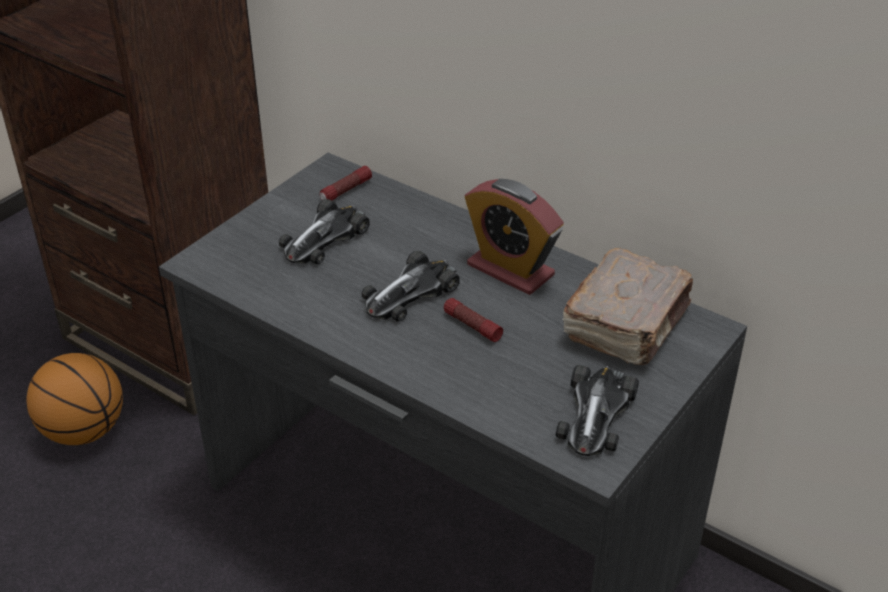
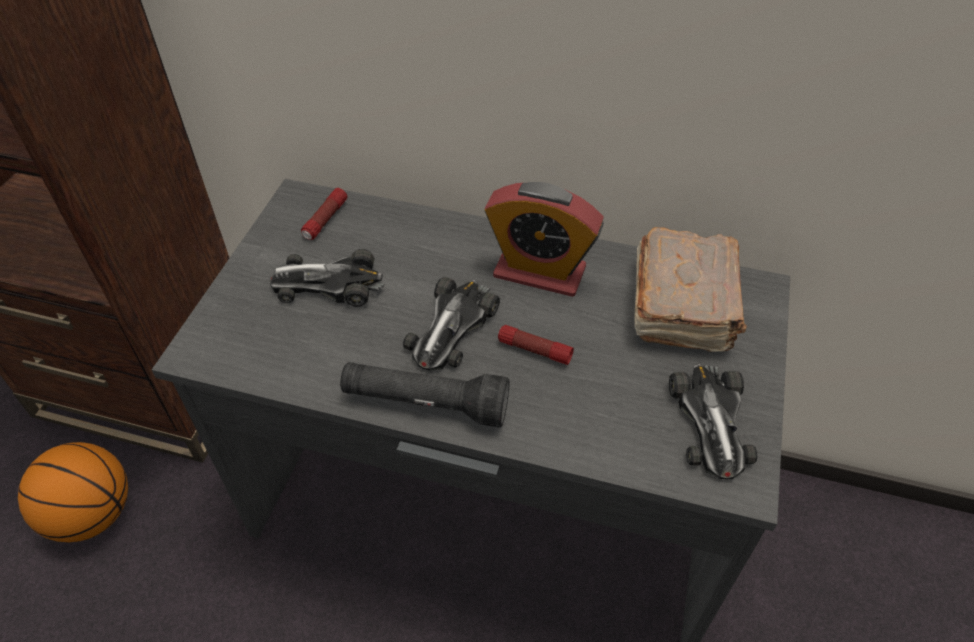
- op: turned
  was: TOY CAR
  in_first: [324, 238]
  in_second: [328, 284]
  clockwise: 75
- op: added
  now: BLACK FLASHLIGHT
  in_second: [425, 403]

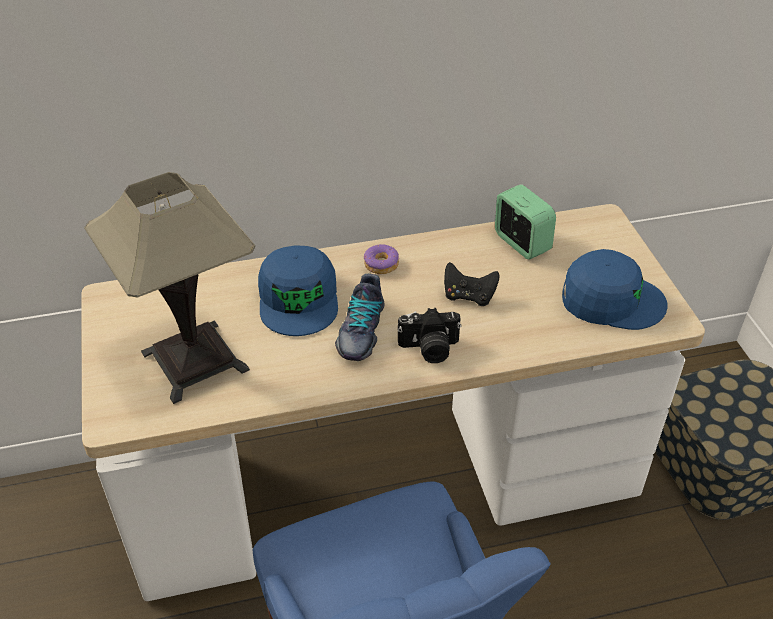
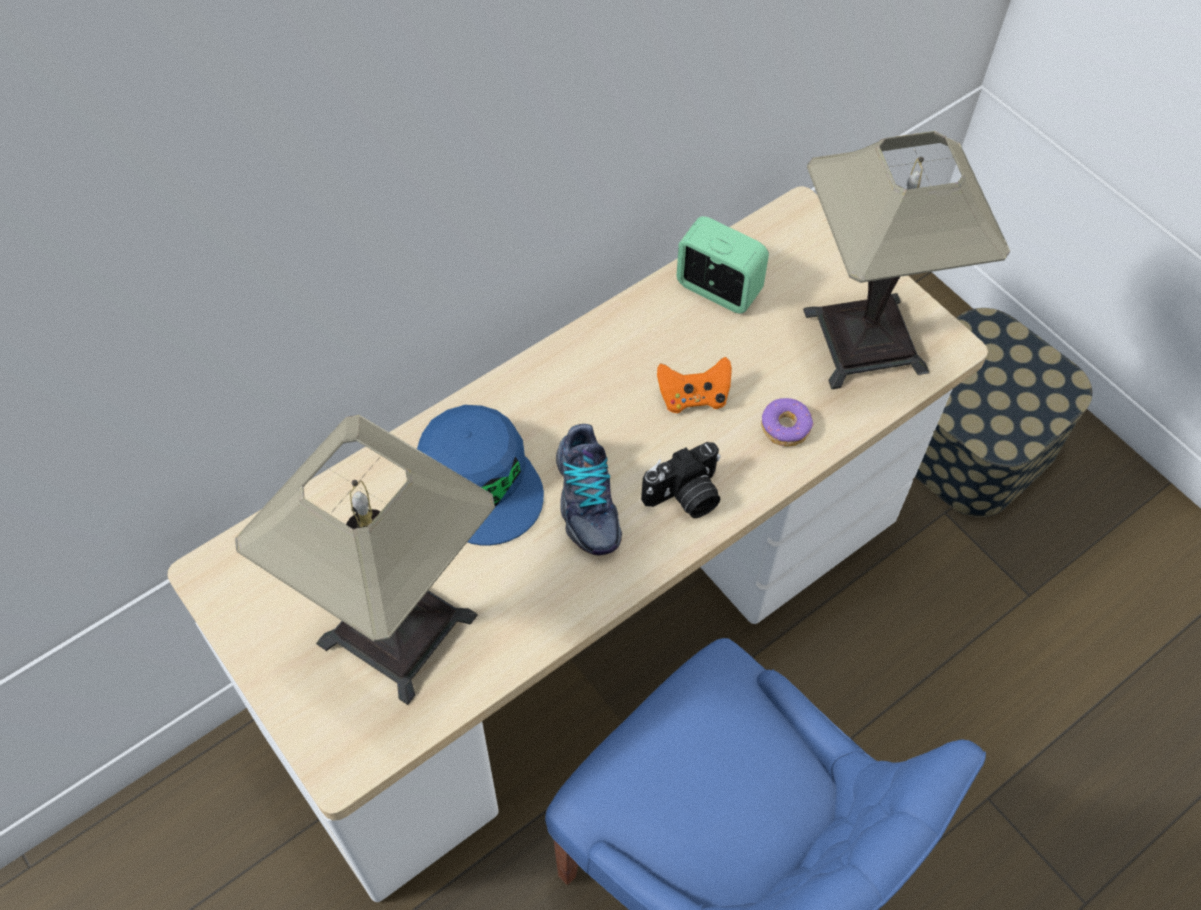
- op: moved
  was: DONUT
  in_first: [381, 264]
  in_second: [785, 427]
- op: replaced
  was: BLUE CAP
  now: TABLE LAMP
  in_first: [611, 299]
  in_second: [864, 340]
- op: recoloured
  was: BLACK GAME CONTROLLER
  now: ORANGE GAME CONTROLLER
  in_first: [468, 296]
  in_second: [693, 397]

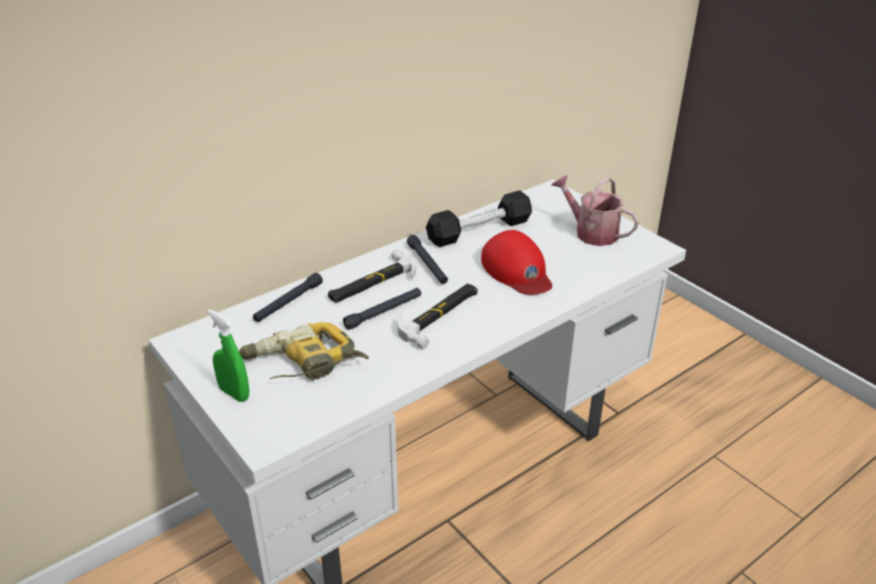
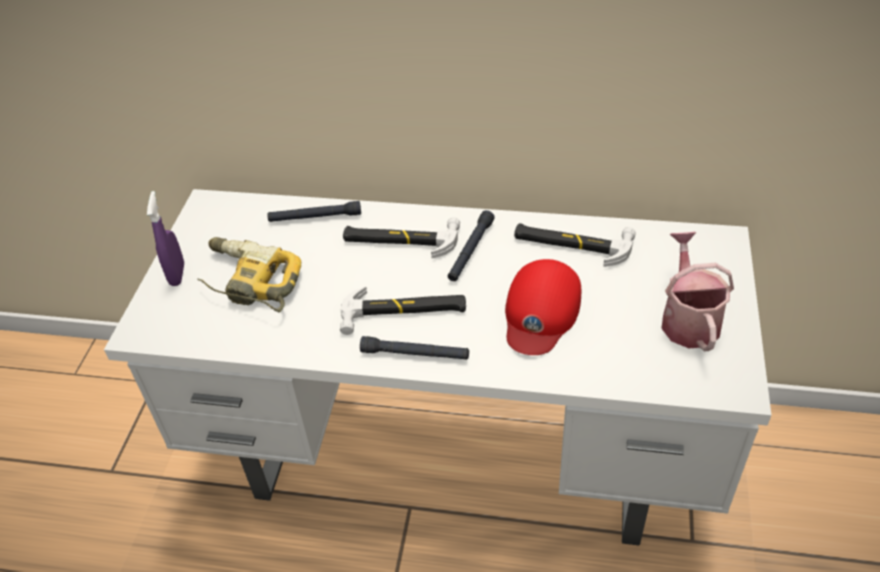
- op: replaced
  was: BLACK DUMBBELL
  now: HAMMER
  in_first: [479, 230]
  in_second: [572, 243]
- op: moved
  was: BLACK FLASHLIGHT
  in_first: [384, 312]
  in_second: [415, 354]
- op: recoloured
  was: GREEN SPRAY BOTTLE
  now: PURPLE SPRAY BOTTLE
  in_first: [234, 393]
  in_second: [177, 274]

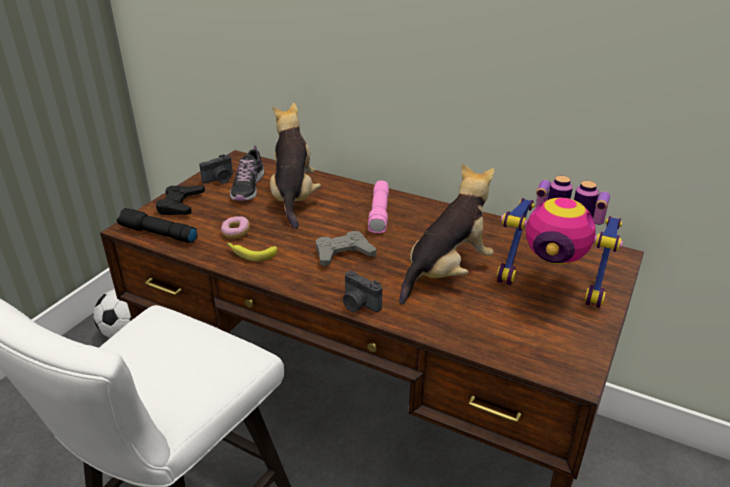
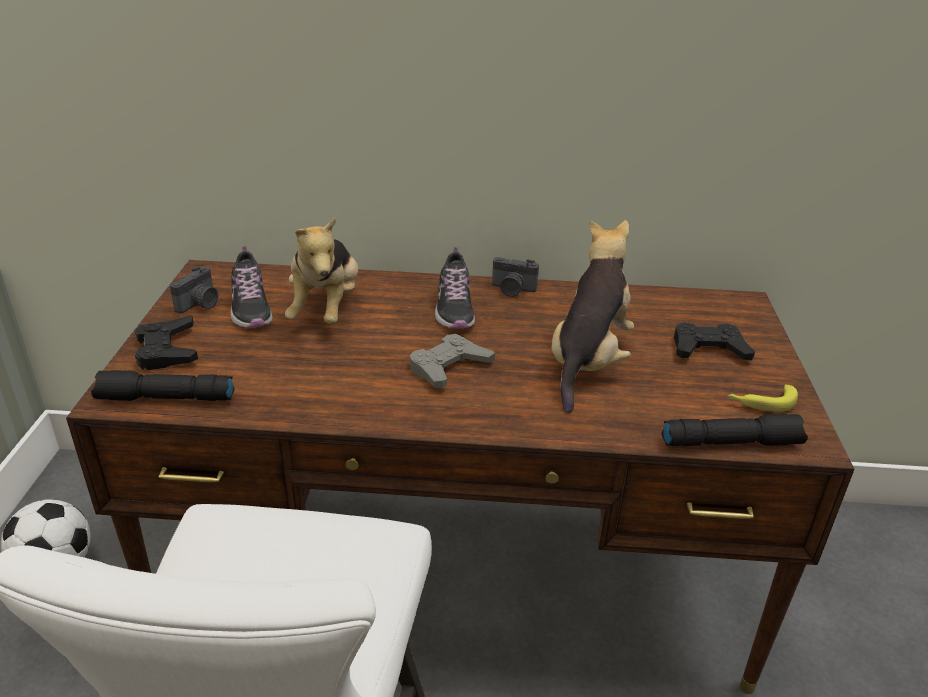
- op: turned
  was: PLUSH TOY
  in_first: [294, 198]
  in_second: [326, 309]
  clockwise: -150
- op: replaced
  was: TOY ROBOT
  now: BLACK GAME CONTROLLER
  in_first: [551, 285]
  in_second: [708, 349]
- op: replaced
  was: PINK FLASHLIGHT
  now: SHOE
  in_first: [380, 214]
  in_second: [454, 308]
- op: removed
  was: DONUT
  in_first: [236, 233]
- op: moved
  was: BANANA
  in_first: [250, 253]
  in_second: [761, 402]
- op: moved
  was: PHOTO CAMERA
  in_first: [359, 304]
  in_second: [512, 290]
- op: added
  now: BLACK FLASHLIGHT
  in_second: [731, 442]

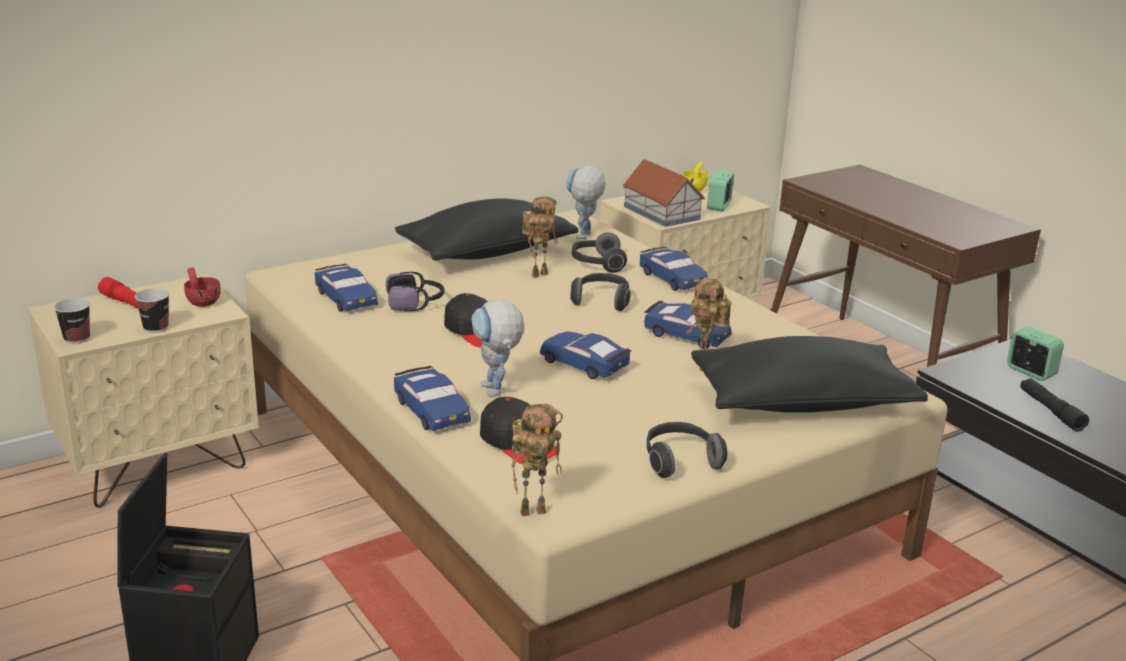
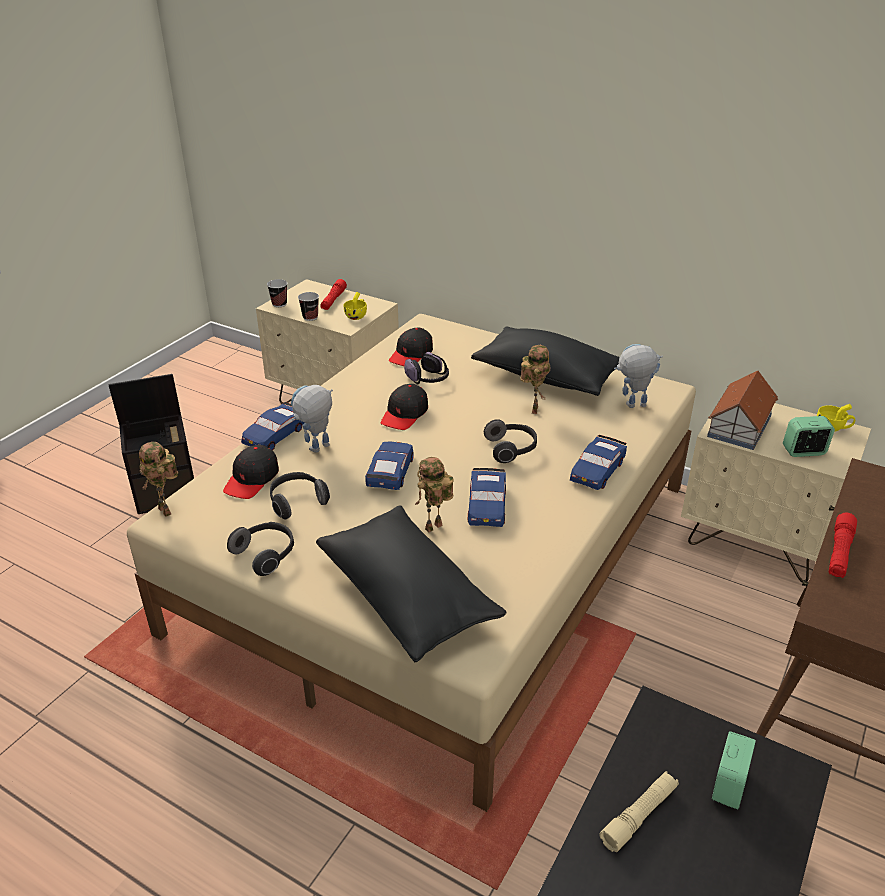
- op: turned
  was: TOY ROBOT
  in_first: [539, 274]
  in_second: [533, 409]
  clockwise: -105
- op: moved
  was: HEADPHONES
  in_first: [597, 264]
  in_second: [297, 502]
- op: replaced
  was: BLUE TOY CAR
  now: BLACK CAP
  in_first: [346, 298]
  in_second: [411, 354]
- op: recoloured
  was: RED CUP
  now: YELLOW CUP
  in_first: [202, 301]
  in_second: [357, 316]
- op: recoloured
  was: BLACK FLASHLIGHT
  now: BEIGE FLASHLIGHT
  in_first: [1050, 411]
  in_second: [639, 816]
- op: added
  now: RED FLASHLIGHT
  in_second: [839, 552]

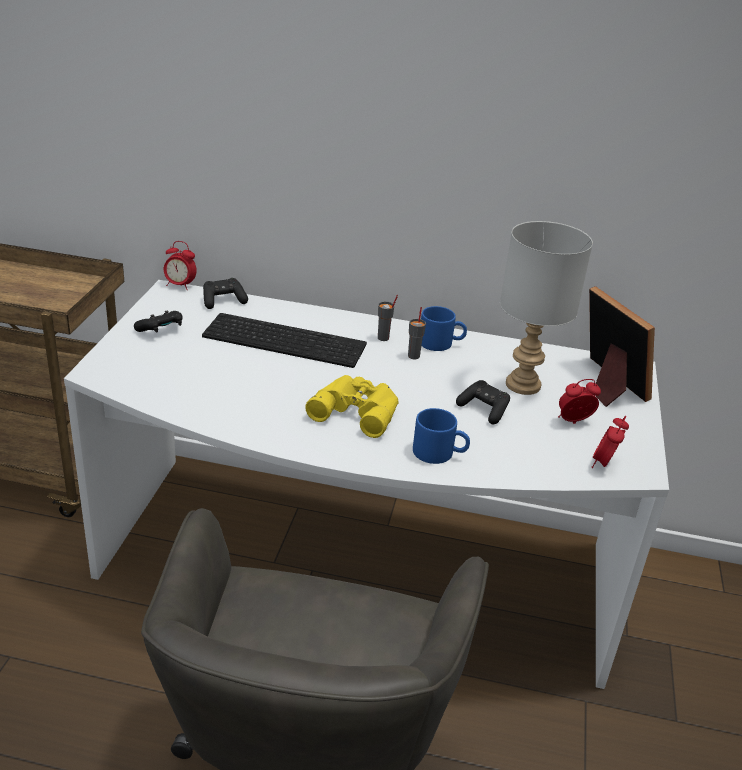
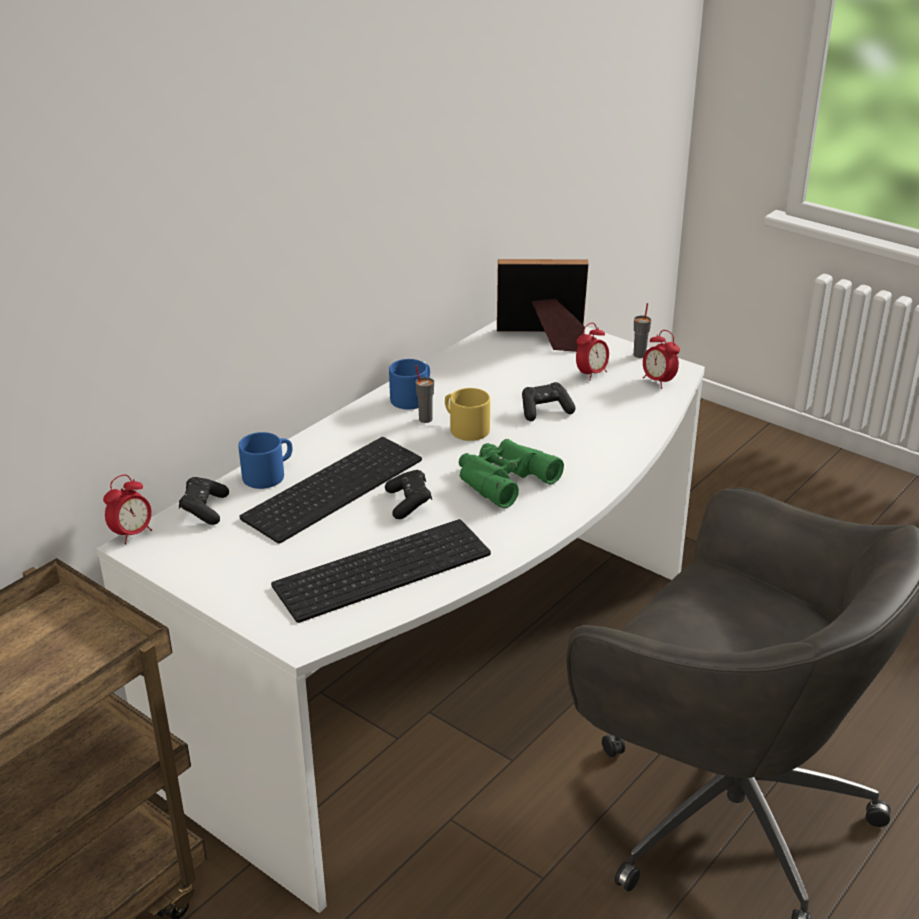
- op: removed
  was: GREY TABLE LAMP
  in_first: [523, 384]
- op: moved
  was: GREY CUP
  in_first: [383, 338]
  in_second: [640, 354]
- op: moved
  was: BLACK GAME CONTROLLER
  in_first: [161, 330]
  in_second: [409, 503]
- op: recoloured
  was: YELLOW BINOCULARS
  now: GREEN BINOCULARS
  in_first: [357, 410]
  in_second: [502, 478]
- op: turned
  was: ALARM CLOCK
  in_first: [573, 422]
  in_second: [591, 374]
  clockwise: -150
- op: moved
  was: BLUE MUG
  in_first: [440, 453]
  in_second: [269, 474]
- op: added
  now: YELLOW MUG
  in_second: [464, 428]
- op: added
  now: KEYBOARD
  in_second: [383, 567]

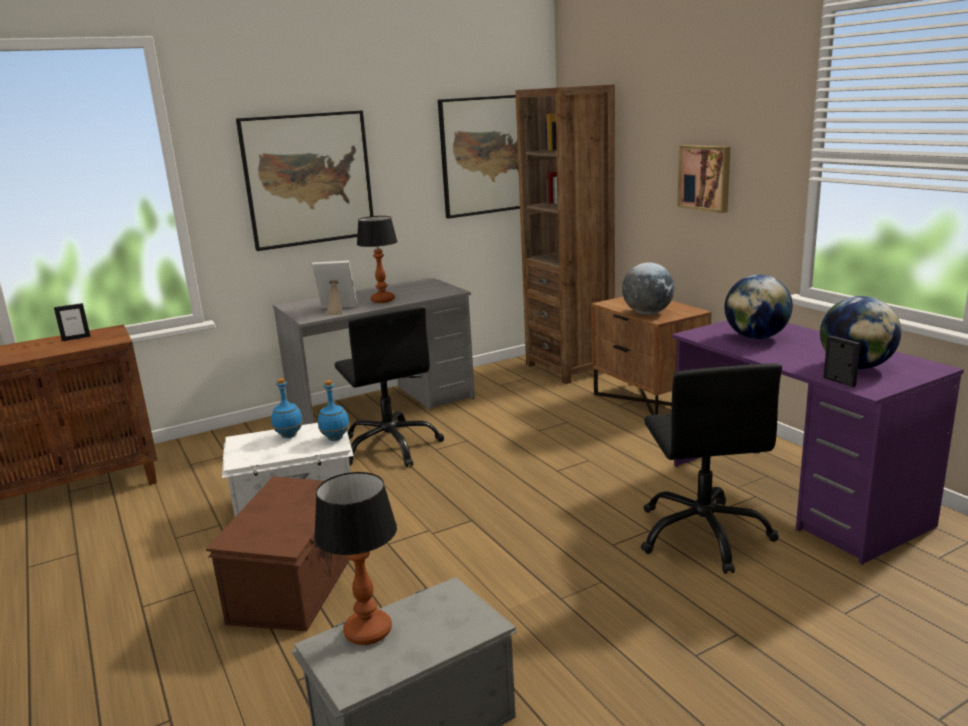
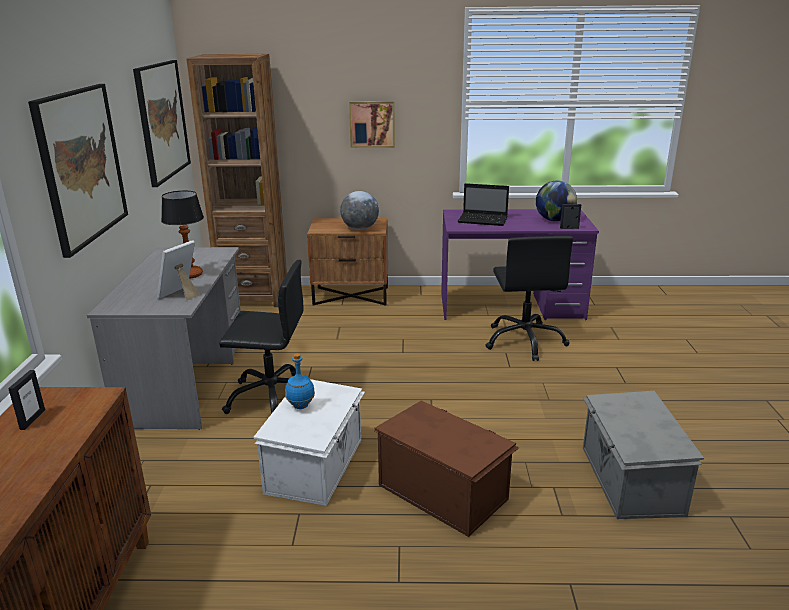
- op: replaced
  was: GLOBE
  now: LAPTOP
  in_first: [756, 337]
  in_second: [484, 220]
- op: turned
  was: BLACK OFFICE CHAIR
  in_first: [703, 534]
  in_second: [525, 341]
  clockwise: 60
- op: removed
  was: BLUE BOTTLE
  in_first: [335, 438]
- op: removed
  was: TABLE LAMP
  in_first: [369, 631]

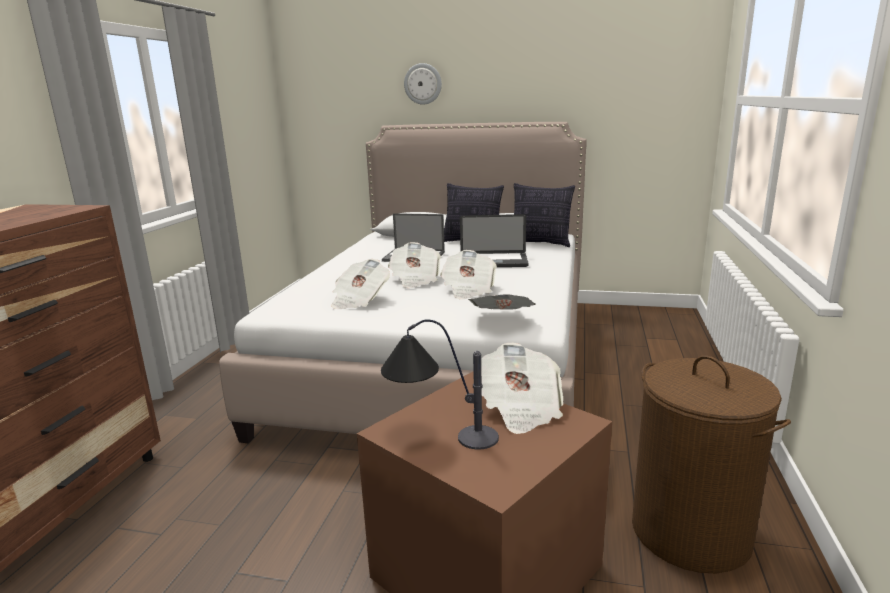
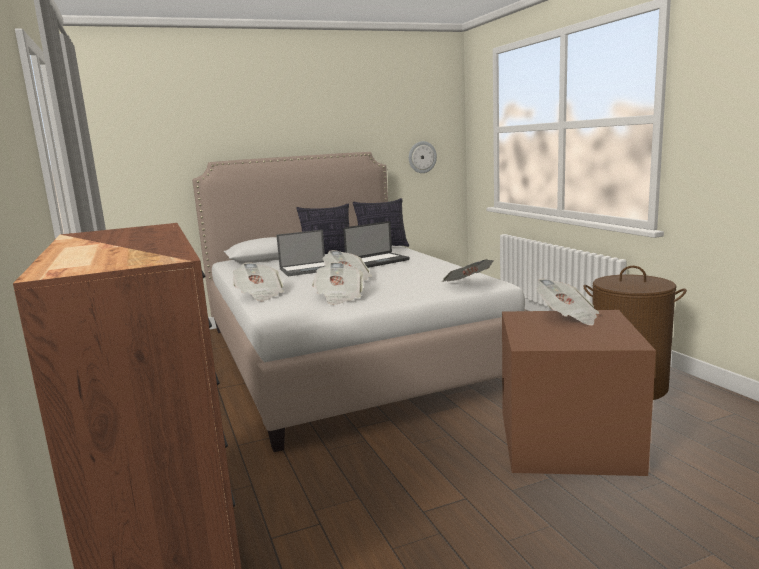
- op: moved
  was: WALL CLOCK
  in_first: [423, 84]
  in_second: [422, 157]
- op: moved
  was: NEWSPAPER
  in_first: [468, 290]
  in_second: [259, 295]
- op: removed
  was: TABLE LAMP
  in_first: [437, 434]

